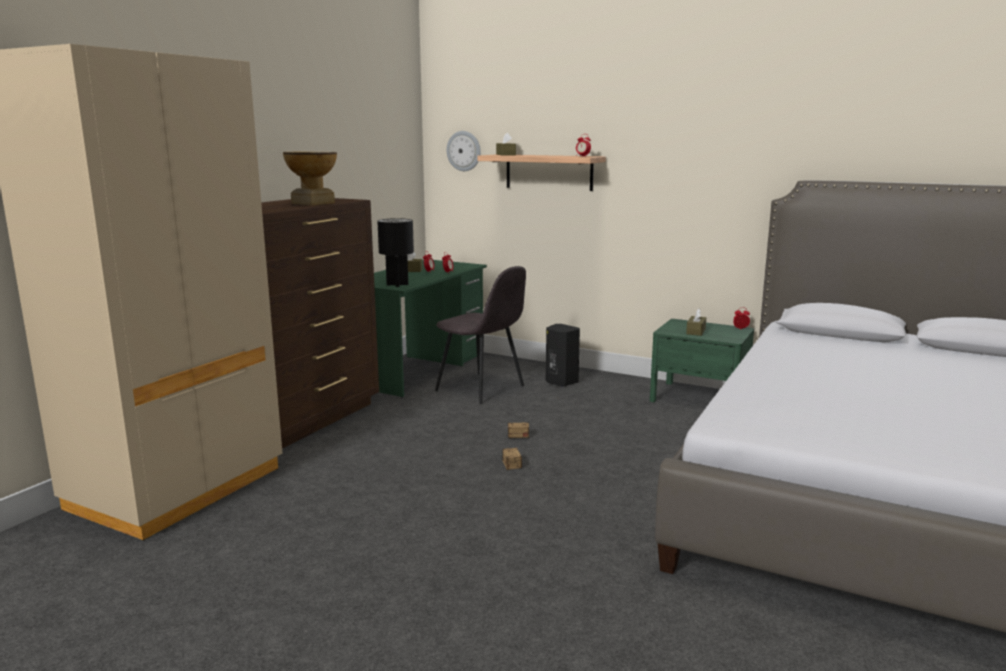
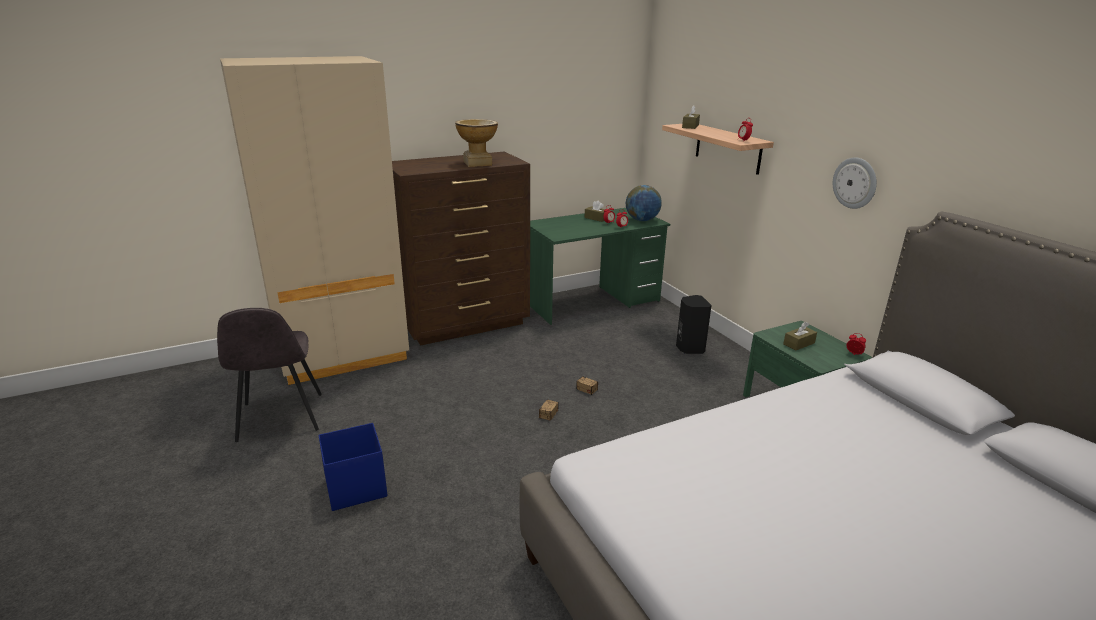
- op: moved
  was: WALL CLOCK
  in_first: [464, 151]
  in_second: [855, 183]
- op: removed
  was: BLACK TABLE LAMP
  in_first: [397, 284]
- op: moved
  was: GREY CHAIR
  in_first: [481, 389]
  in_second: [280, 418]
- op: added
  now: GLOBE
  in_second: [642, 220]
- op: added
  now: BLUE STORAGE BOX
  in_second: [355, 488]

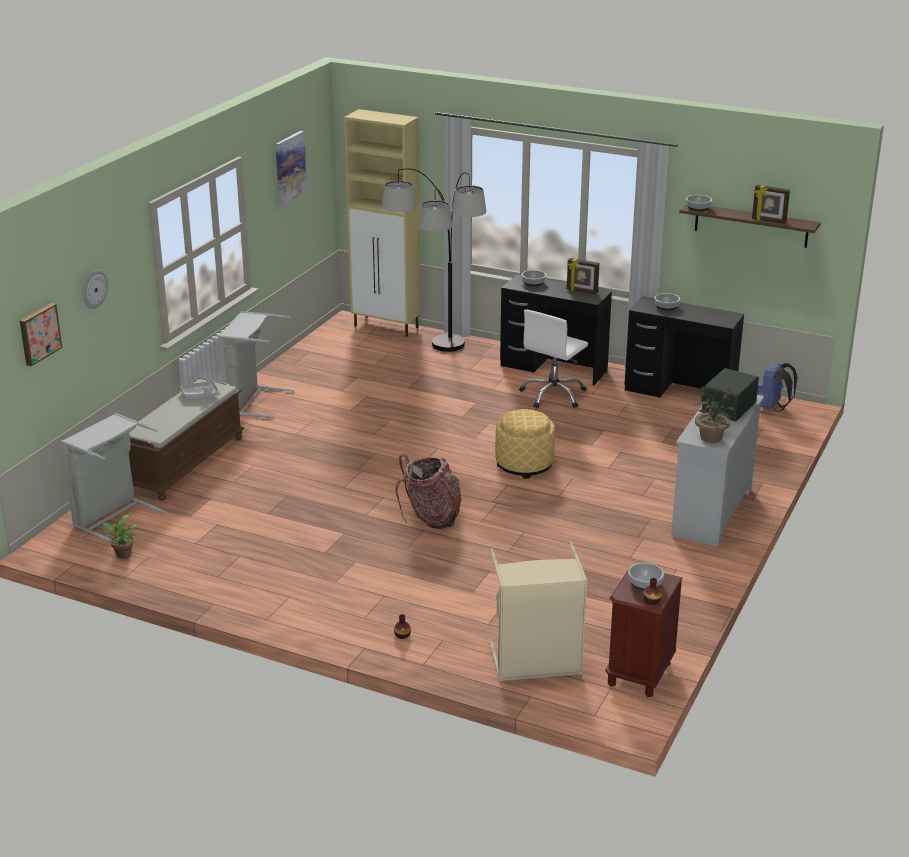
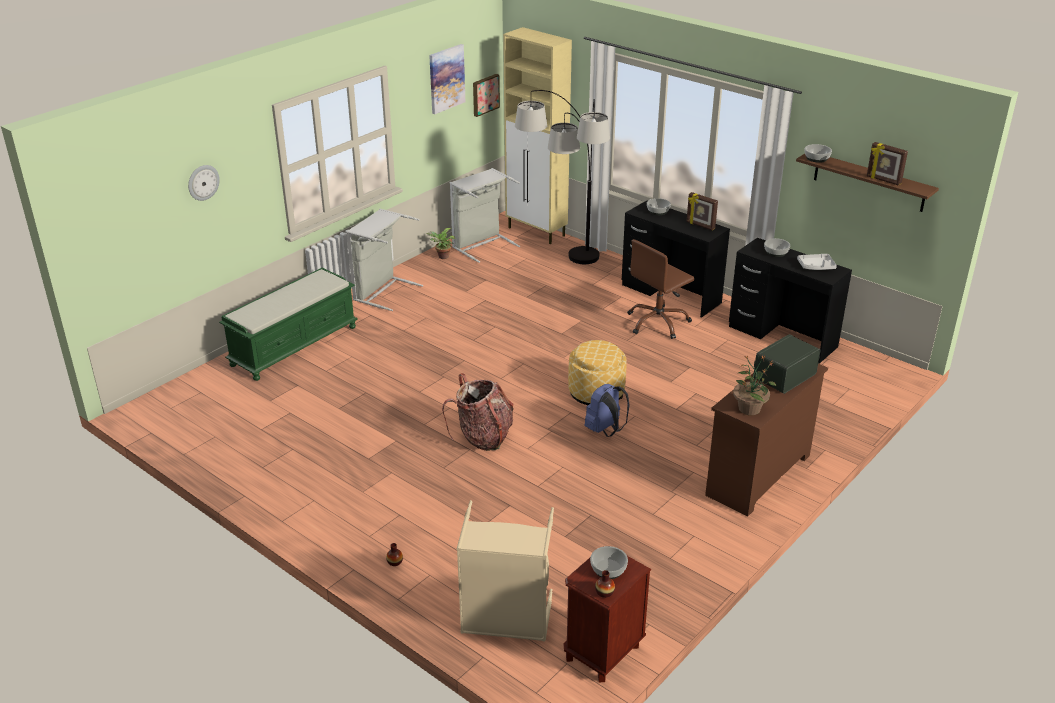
- op: moved
  was: PICTURE
  in_first: [38, 333]
  in_second: [485, 94]
- op: recoloured
  was: WHITE OFFICE CHAIR
  now: BROWN OFFICE CHAIR
  in_first: [553, 395]
  in_second: [658, 322]
- op: moved
  was: BLUE BACKPACK
  in_first: [772, 408]
  in_second: [605, 430]
- op: recoloured
  was: BROWN BENCH
  now: GREEN BENCH
  in_first: [184, 463]
  in_second: [294, 345]
- op: moved
  was: GREY TRAY
  in_first: [200, 395]
  in_second: [816, 266]
- op: recoloured
  was: WHITE DRESSER
  now: BROWN DRESSER
  in_first: [711, 512]
  in_second: [758, 475]
- op: moved
  was: GREY LAUNDRY BASKET
  in_first: [113, 517]
  in_second: [482, 245]
- op: moved
  was: POTTED PLANT
  in_first: [122, 555]
  in_second: [442, 257]

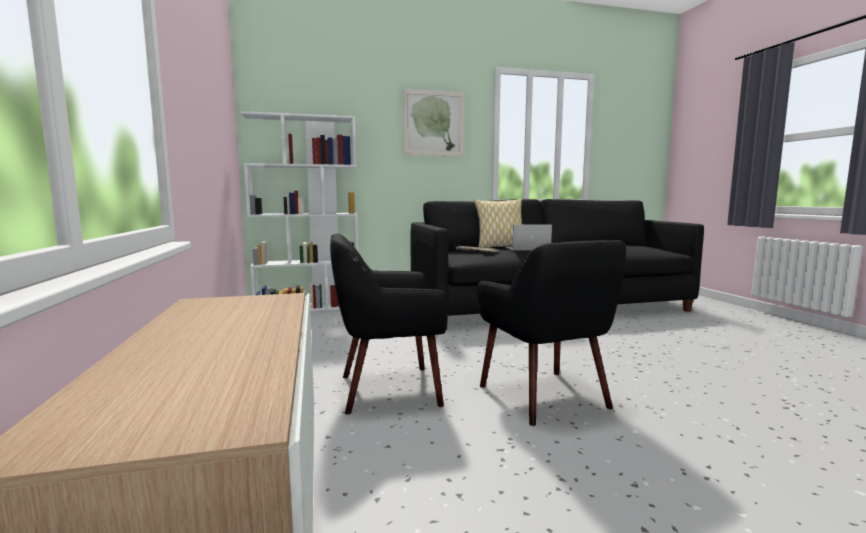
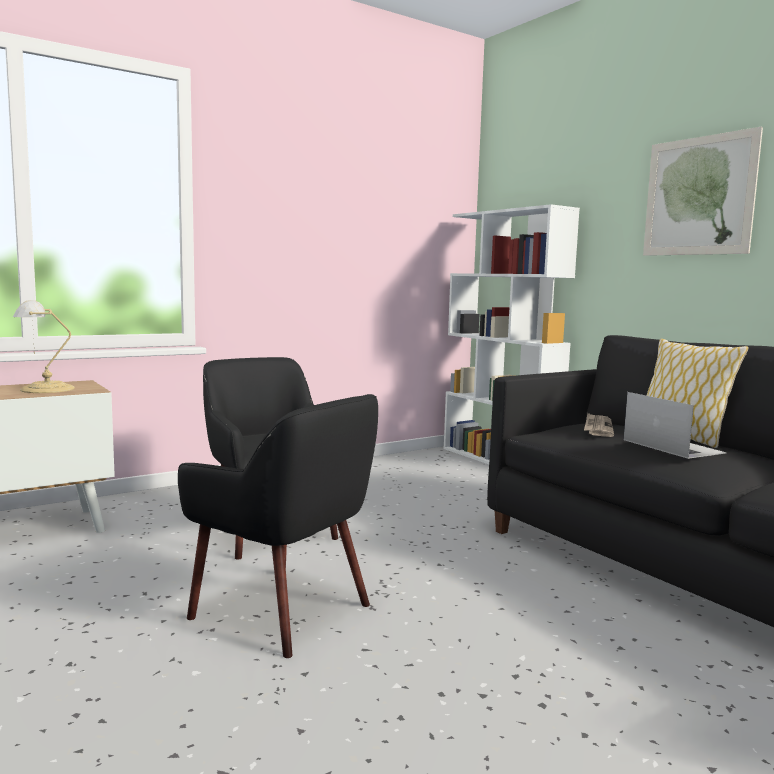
- op: turned
  was: BLACK ARMCHAIR
  in_first: [545, 397]
  in_second: [284, 611]
  clockwise: -105
- op: added
  now: TABLE LAMP
  in_second: [44, 389]

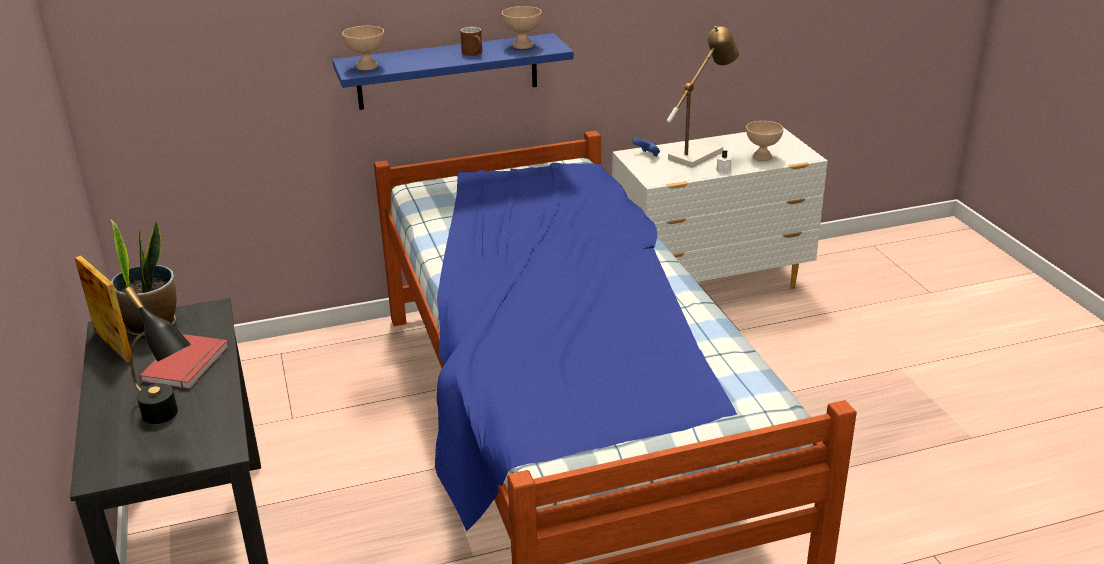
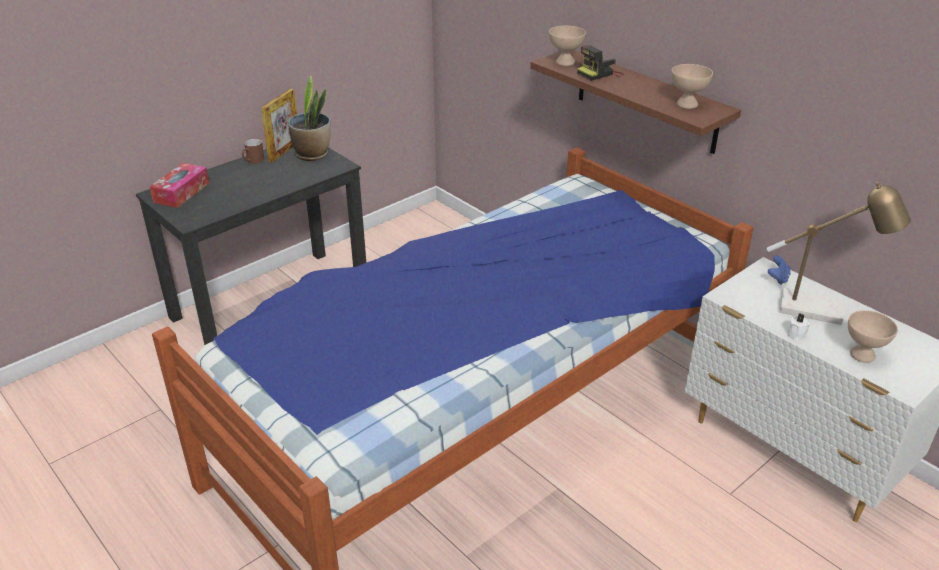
- op: moved
  was: BROWN MUG
  in_first: [474, 53]
  in_second: [253, 161]
- op: recoloured
  was: BLUE SHELF
  now: BROWN SHELF
  in_first: [447, 71]
  in_second: [646, 101]
- op: removed
  was: BLACK TABLE LAMP
  in_first: [169, 420]
- op: removed
  was: RED BOOK
  in_first: [188, 364]
- op: added
  now: PHOTO CAMERA
  in_second: [599, 74]
- op: added
  now: TISSUE BOX
  in_second: [181, 192]

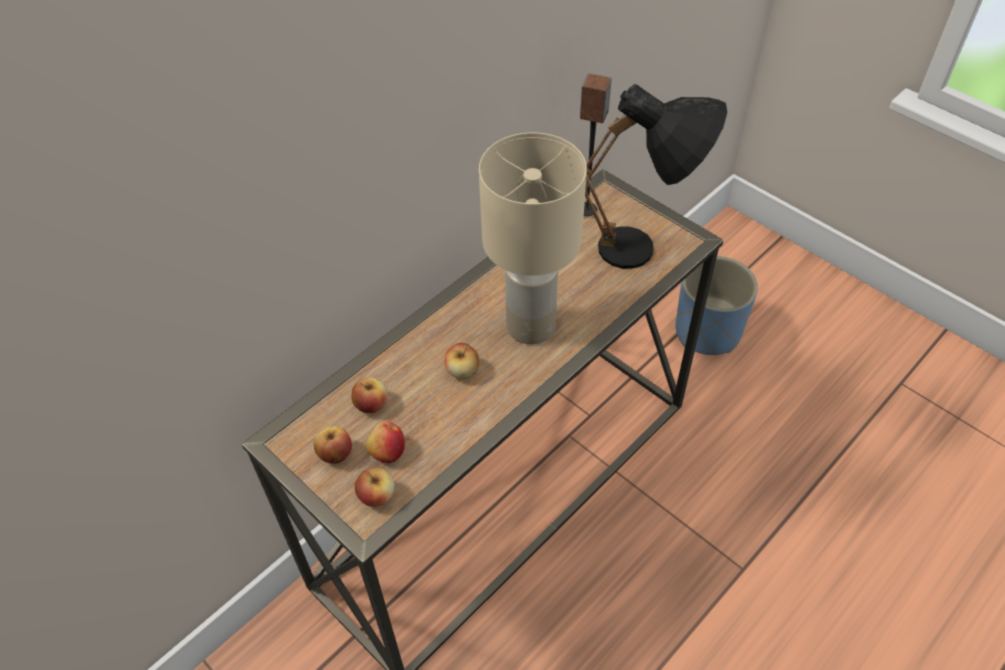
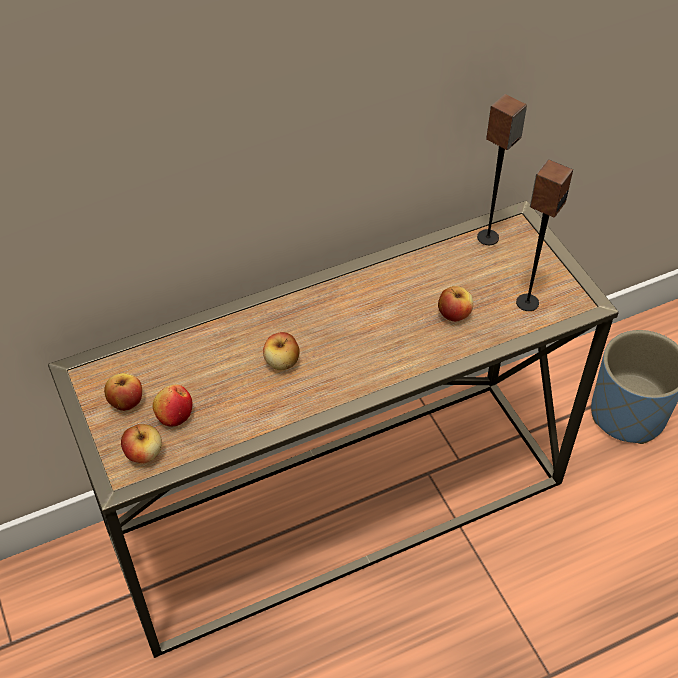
- op: replaced
  was: BLACK TABLE LAMP
  now: SPEAKER
  in_first: [646, 254]
  in_second: [527, 302]
- op: removed
  was: BEIGE TABLE LAMP
  in_first: [532, 326]
- op: moved
  was: APPLE
  in_first: [371, 404]
  in_second: [454, 314]

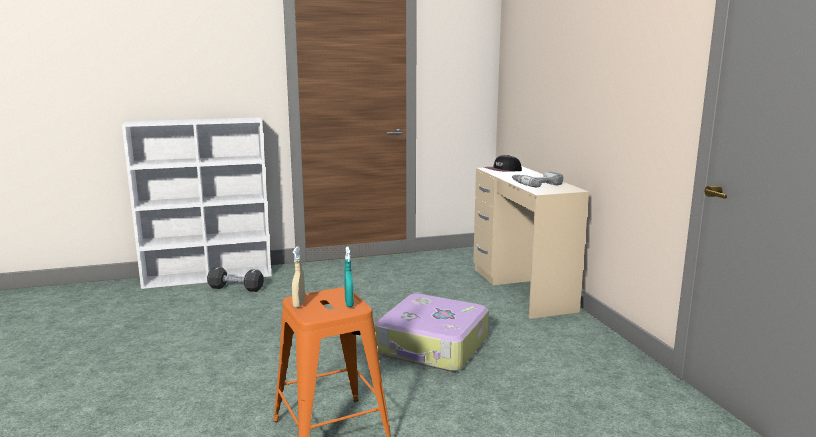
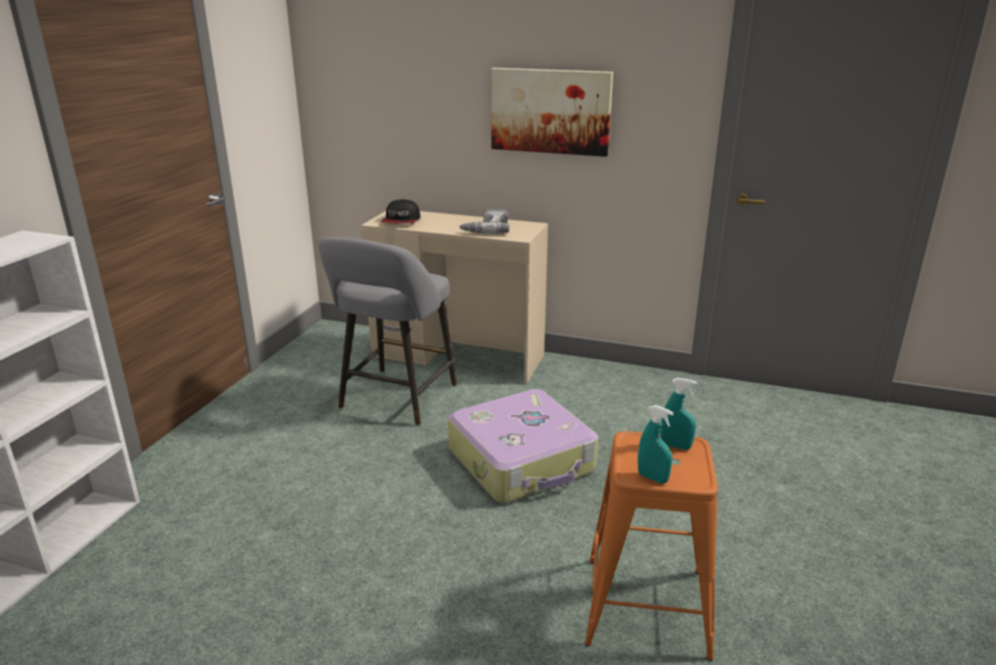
- op: recoloured
  was: BEIGE SPRAY BOTTLE
  now: TURQUOISE SPRAY BOTTLE
  in_first: [299, 304]
  in_second: [652, 478]
- op: removed
  was: BLACK DUMBBELL
  in_first: [236, 288]
- op: added
  now: PICTURE
  in_second: [550, 111]
- op: added
  now: GREY STOOL
  in_second: [395, 400]

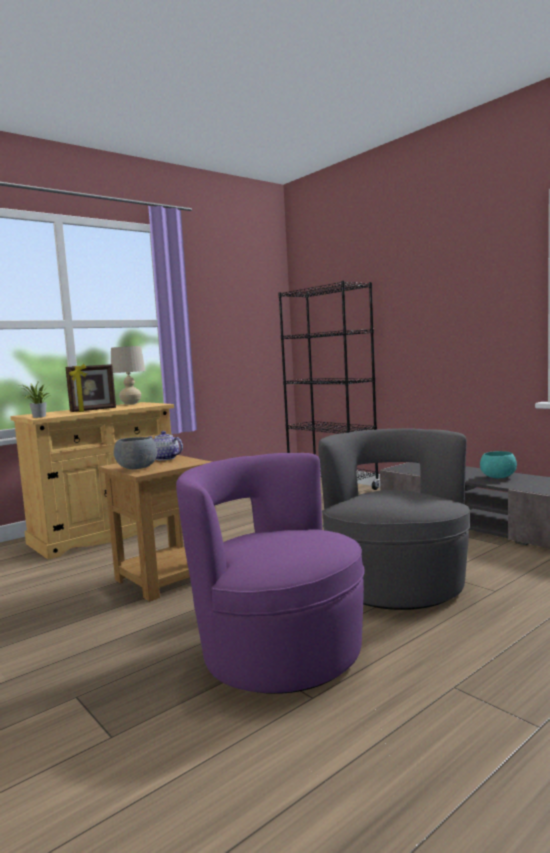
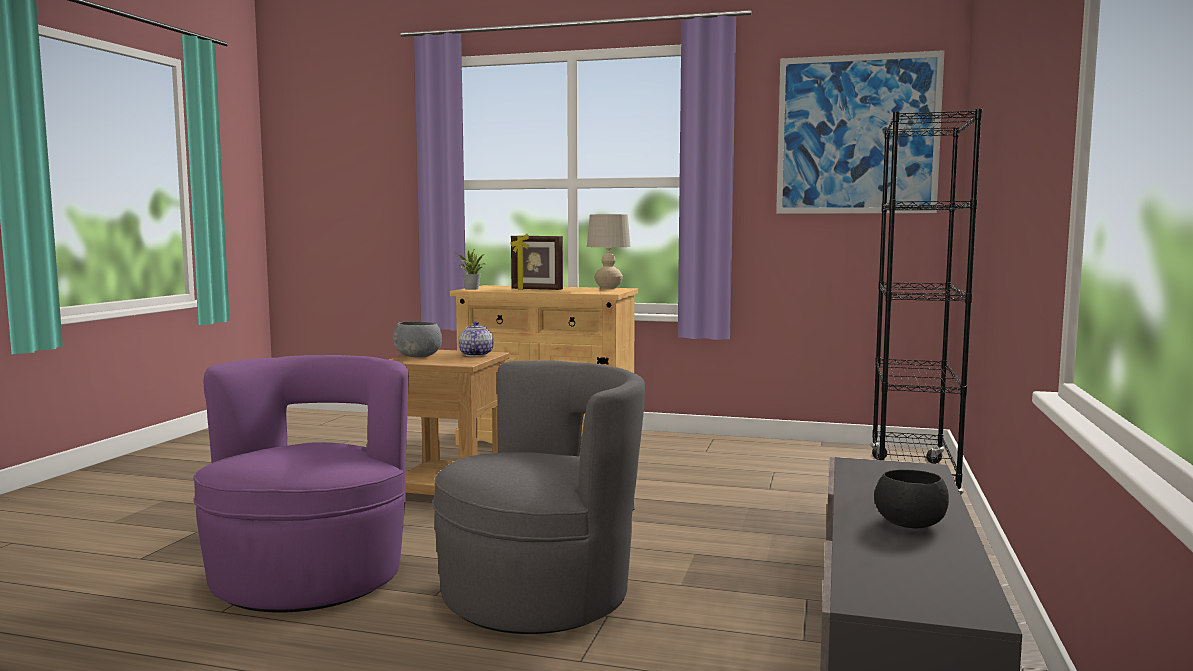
- op: recoloured
  was: TURQUOISE BOWL
  now: BLACK BOWL
  in_first: [497, 477]
  in_second: [910, 524]
- op: added
  now: PICTURE
  in_second: [857, 135]

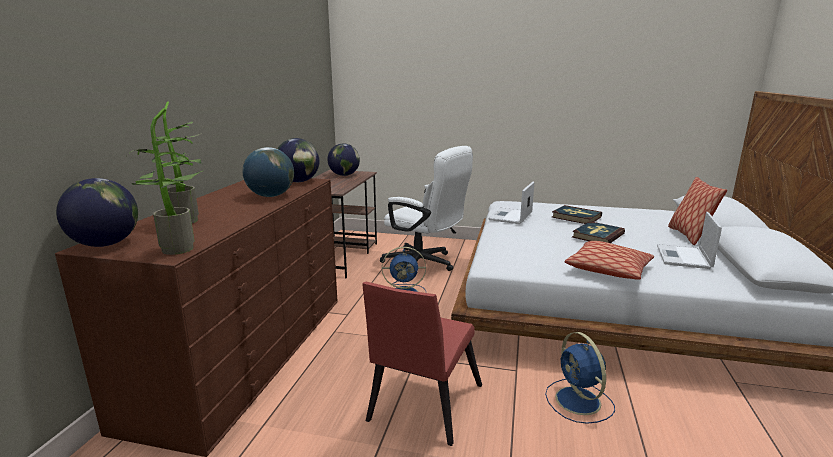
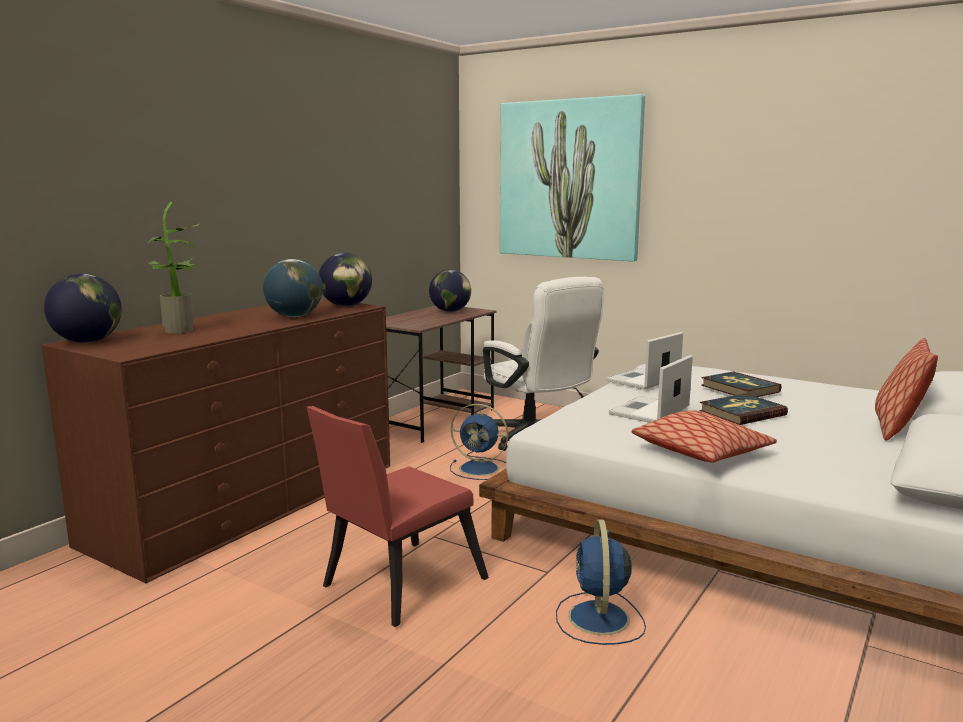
- op: removed
  was: POTTED PLANT
  in_first: [177, 251]
- op: moved
  was: LAPTOP
  in_first: [683, 257]
  in_second: [649, 411]
- op: added
  now: PICTURE
  in_second: [569, 179]

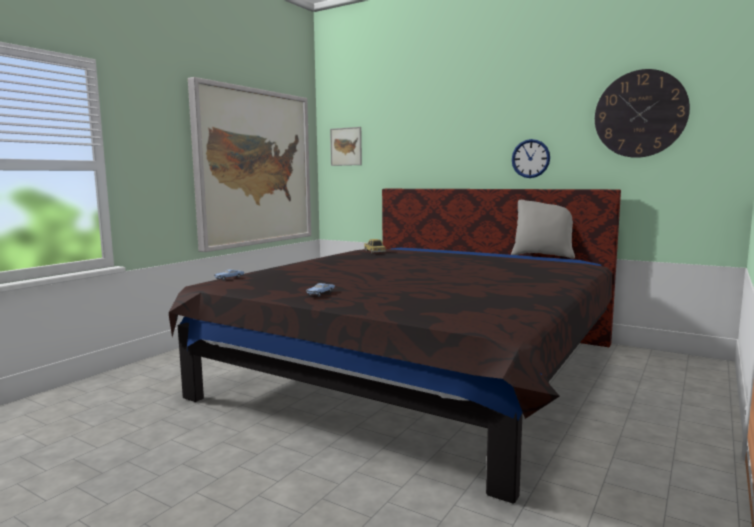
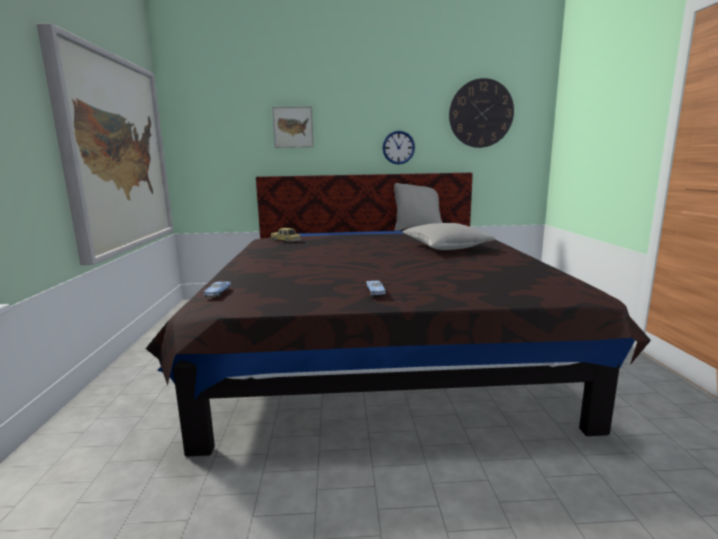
- op: moved
  was: PICTURE
  in_first: [346, 146]
  in_second: [293, 127]
- op: added
  now: GREY PILLOW
  in_second: [446, 248]

